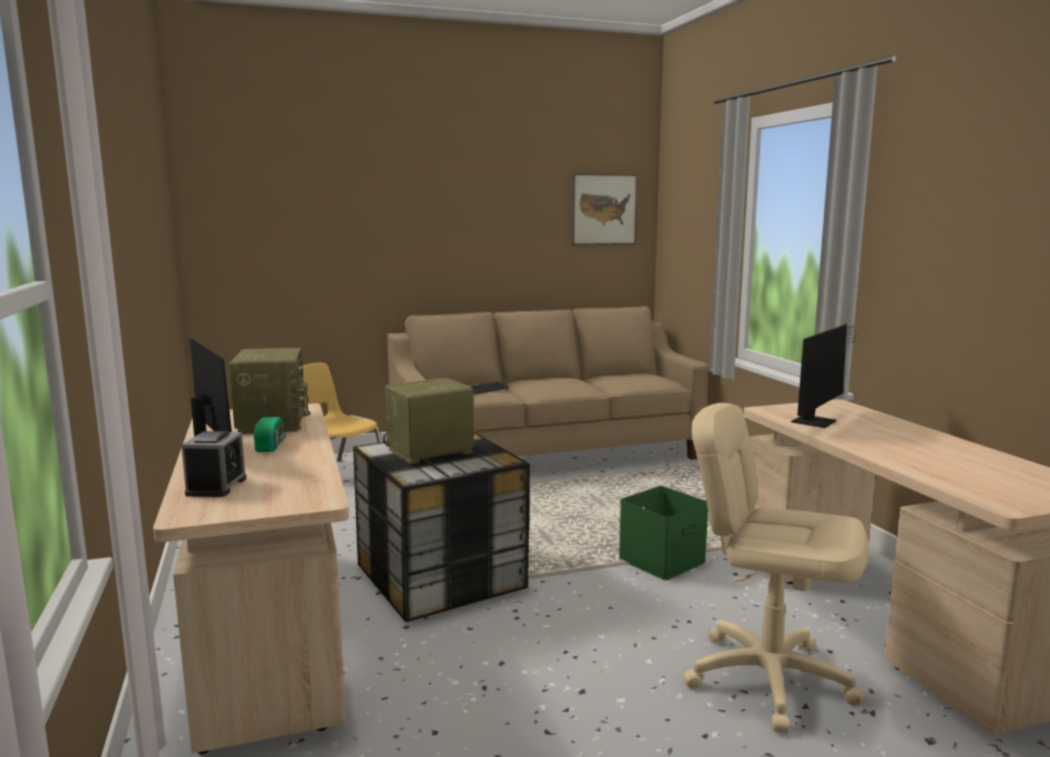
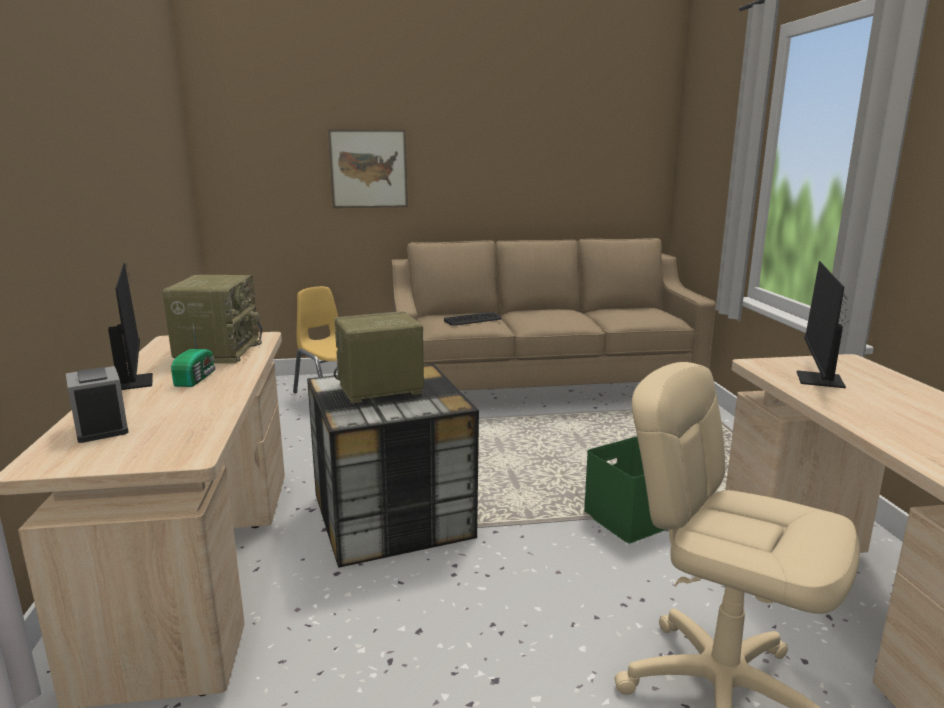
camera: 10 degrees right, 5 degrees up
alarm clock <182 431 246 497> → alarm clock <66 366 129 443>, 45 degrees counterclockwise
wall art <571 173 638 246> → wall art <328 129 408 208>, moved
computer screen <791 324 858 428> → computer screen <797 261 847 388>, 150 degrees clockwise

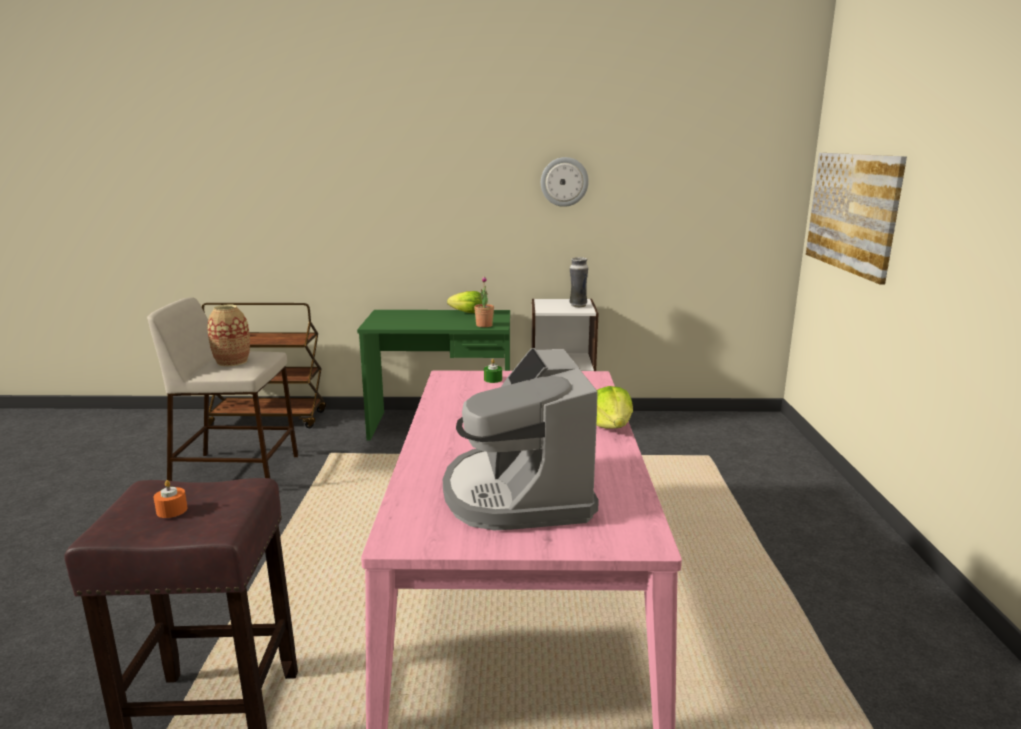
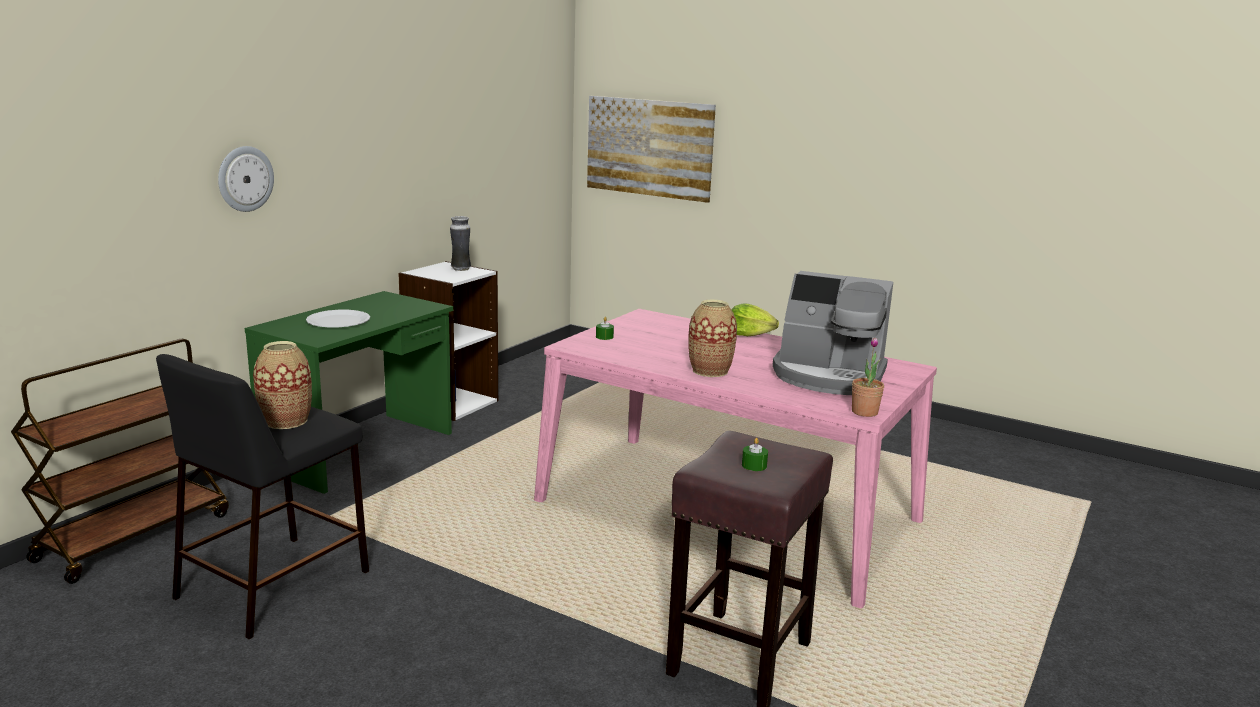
camera: 60 degrees left, 0 degrees up
beige stool <147 297 298 481> → blackish stool <156 354 369 639>
orange-coloured candle <154 480 188 518> → green candle <742 438 768 471>
head of lettuce <447 291 482 313> → -
plant in a pot <474 276 494 327> → plant in a pot <852 337 884 417>, moved
clock on the wall <541 157 589 207> → clock on the wall <218 146 274 212>, moved
- → white dinner plate <306 310 370 327>
- → vase <688 299 737 377>

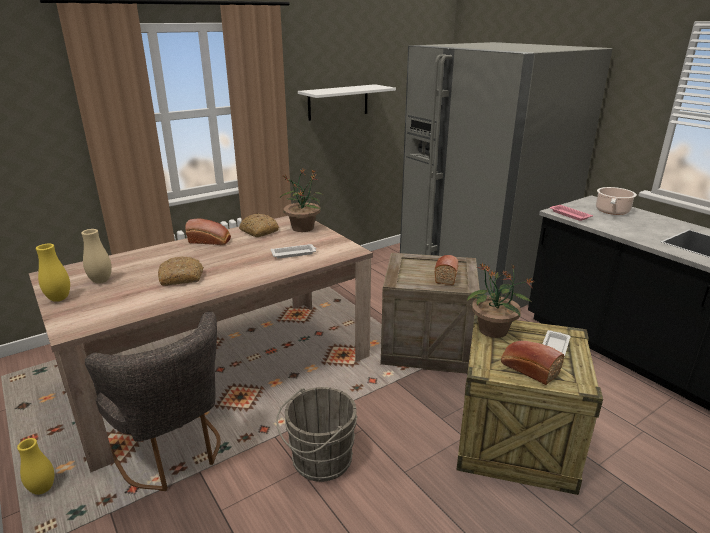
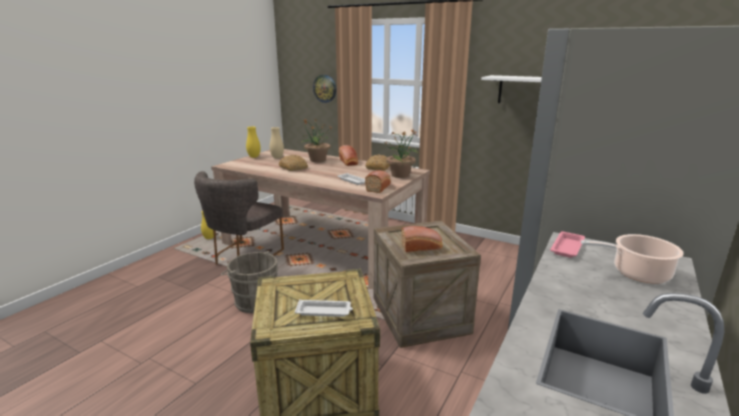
camera: 65 degrees right, 5 degrees down
plant in a pot <467 263 533 338> → plant in a pot <301 118 332 162>, moved
bakery bread <501 341 565 385> → bakery bread <365 170 391 193>, moved
- → clock on the wall <313 75 336 103>

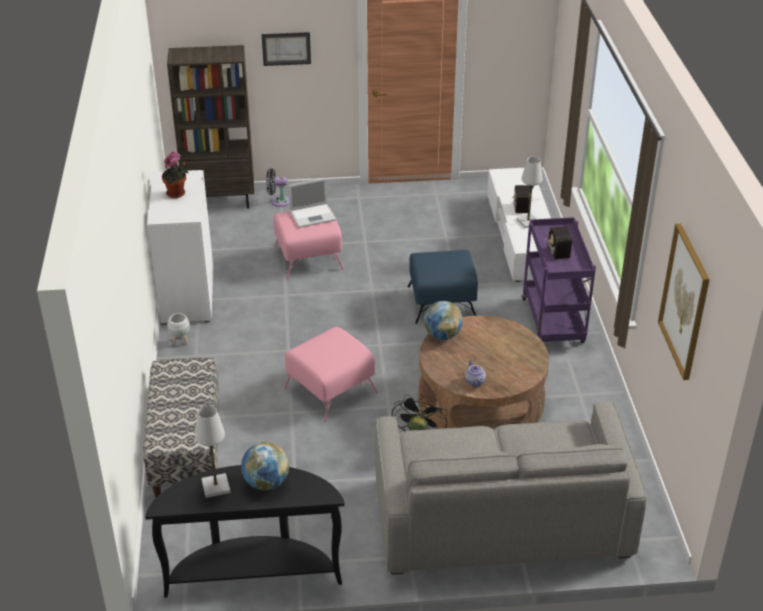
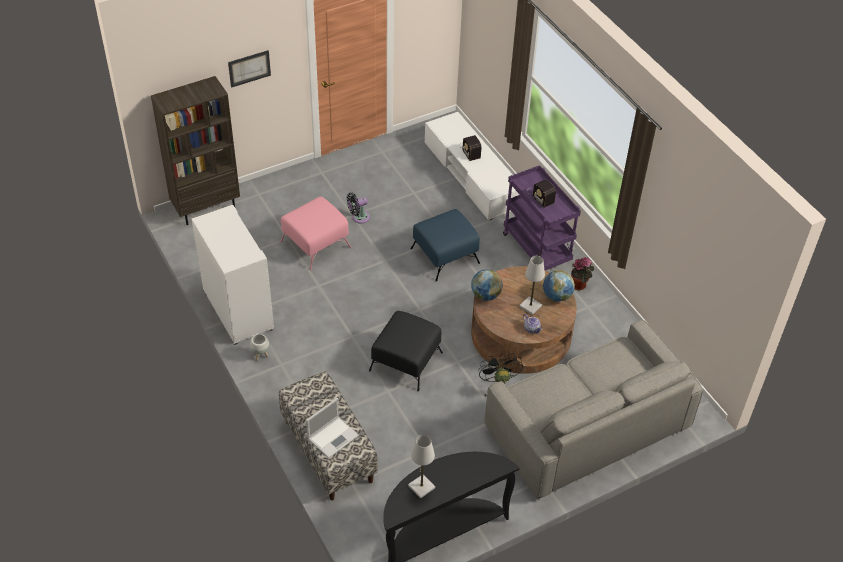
camera: 25 degrees left, 10 degrees up
plant in a pot <162 151 188 198> → plant in a pot <571 257 594 290>, moved
world globe <241 442 289 490> → world globe <543 270 575 302>, moved
blackish cooling fan <267 169 289 207> → blackish cooling fan <347 193 370 224>, moved
pink ottoman <284 327 378 423> → blackish ottoman <369 311 443 391>
laptop <288 178 336 228> → laptop <306 398 359 458>, moved
white tabletop lamp <516 157 542 228> → white tabletop lamp <519 256 545 315>, moved
wall art <658 224 710 380> → -

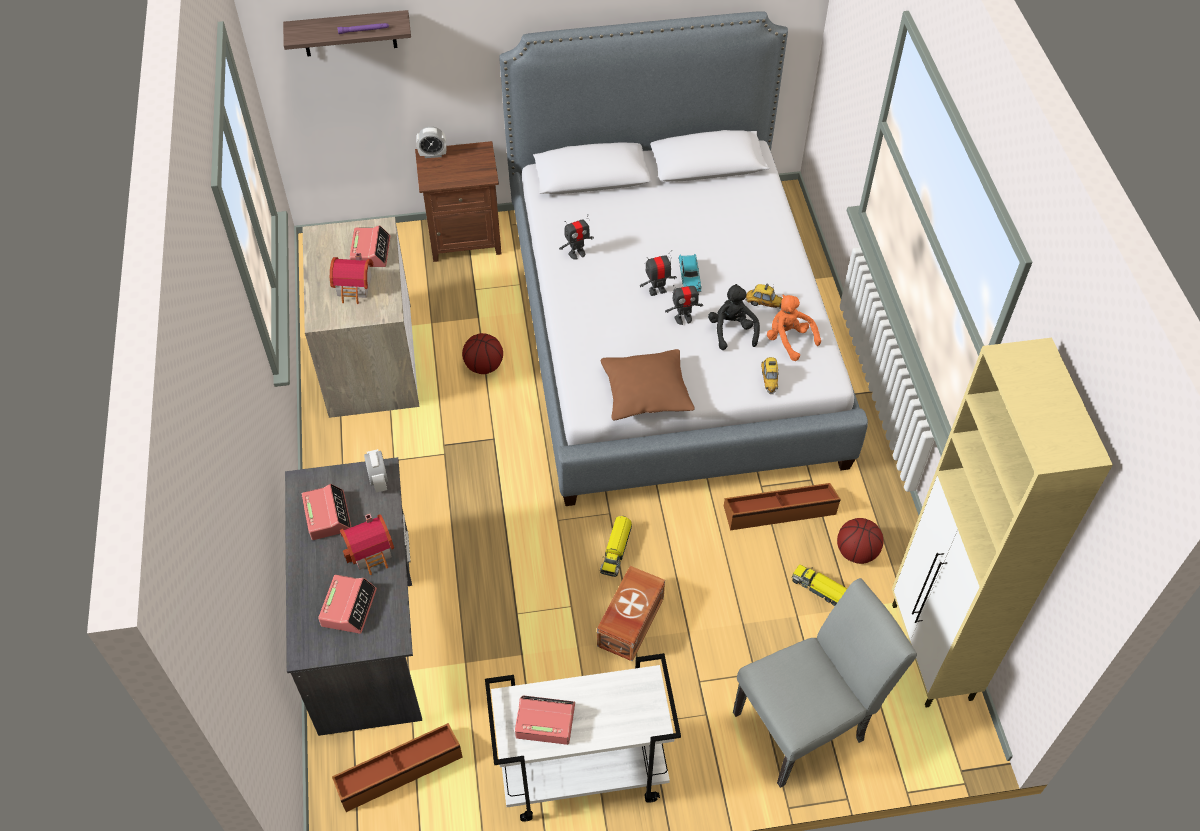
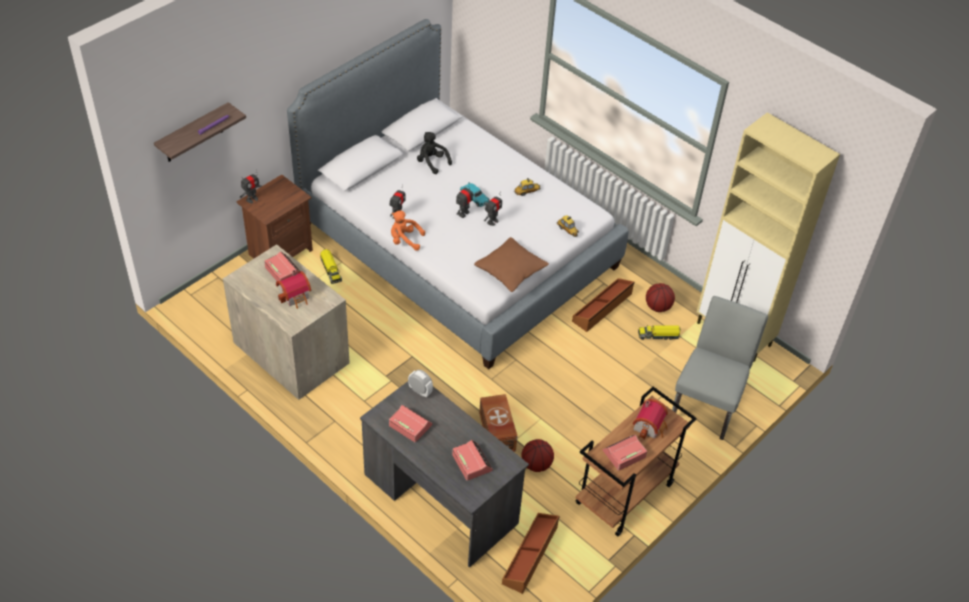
camera: 40 degrees left, 5 degrees down
toy house <340 514 394 575> → toy house <632 399 668 440>, moved
alarm clock <416 126 446 158> → toy robot <240 174 262 203>
basketball ball <462 333 503 374> → basketball ball <522 439 554 472>, moved
white trolley <485 653 681 822> → brownish trolley <575 387 697 536>
brownish storage box <597 566 665 662> → brownish storage box <479 394 517 452>, moved
model truck <600 516 632 577> → model truck <320 249 342 284>, moved
blackish soft toy <708 284 760 350> → blackish soft toy <417 132 452 174>, moved
orange-coloured soft toy <767 295 821 361> → orange-coloured soft toy <391 210 425 251>, moved

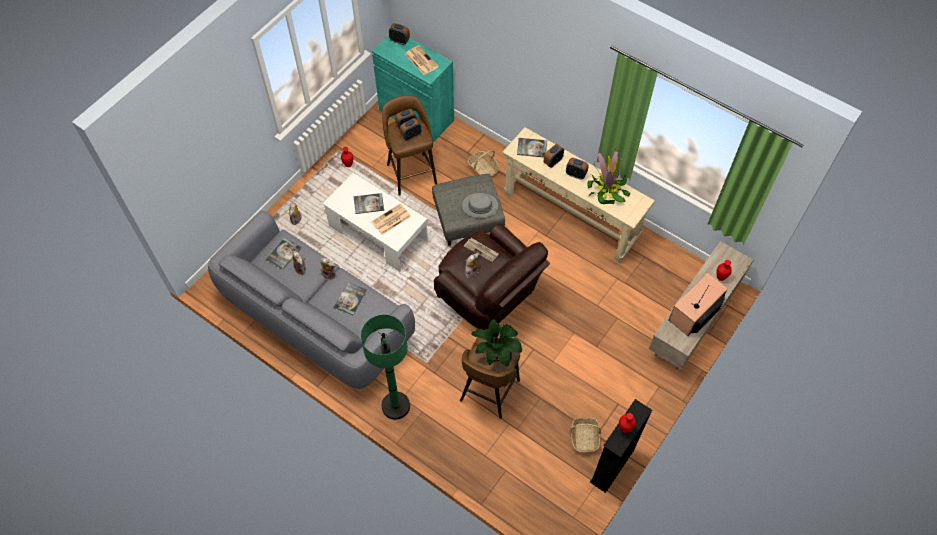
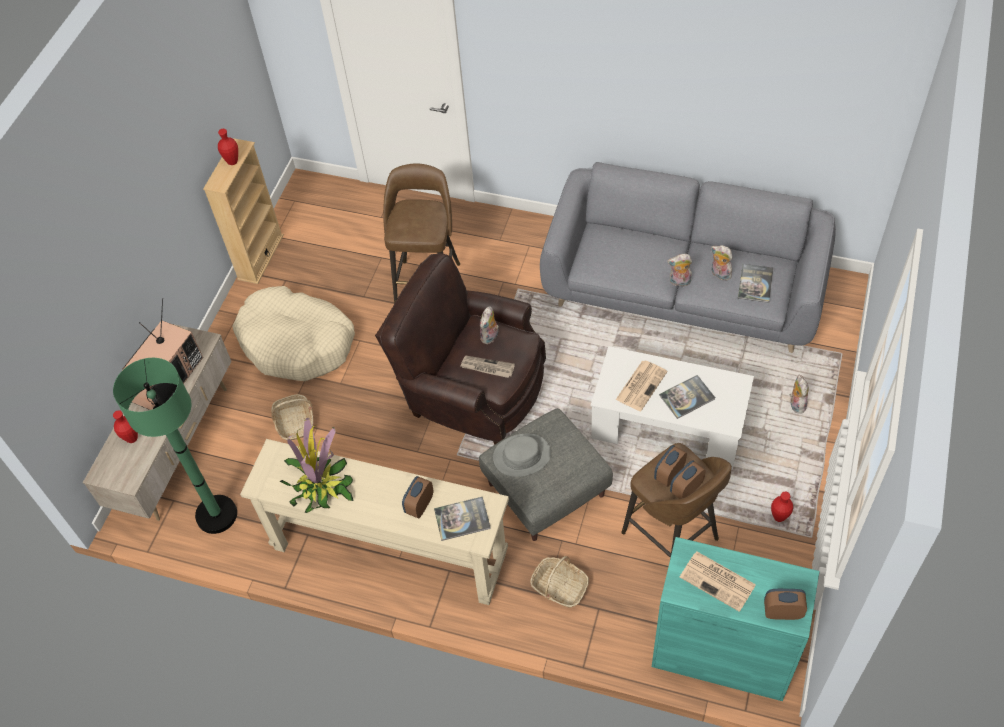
camera: 165 degrees right, 5 degrees down
volume <334 282 367 315> → -
green floor lamp <361 314 410 420> → green floor lamp <113 358 237 534>, moved
plant in a pot <471 320 522 367> → -
alarm clock <566 158 589 180> → -
household basket <570 417 601 452> → household basket <271 394 313 441>, moved
blackish bookshelf <590 399 652 493> → beige bookshelf <203 138 284 284>
- → beige dog bed <232 286 355 381>

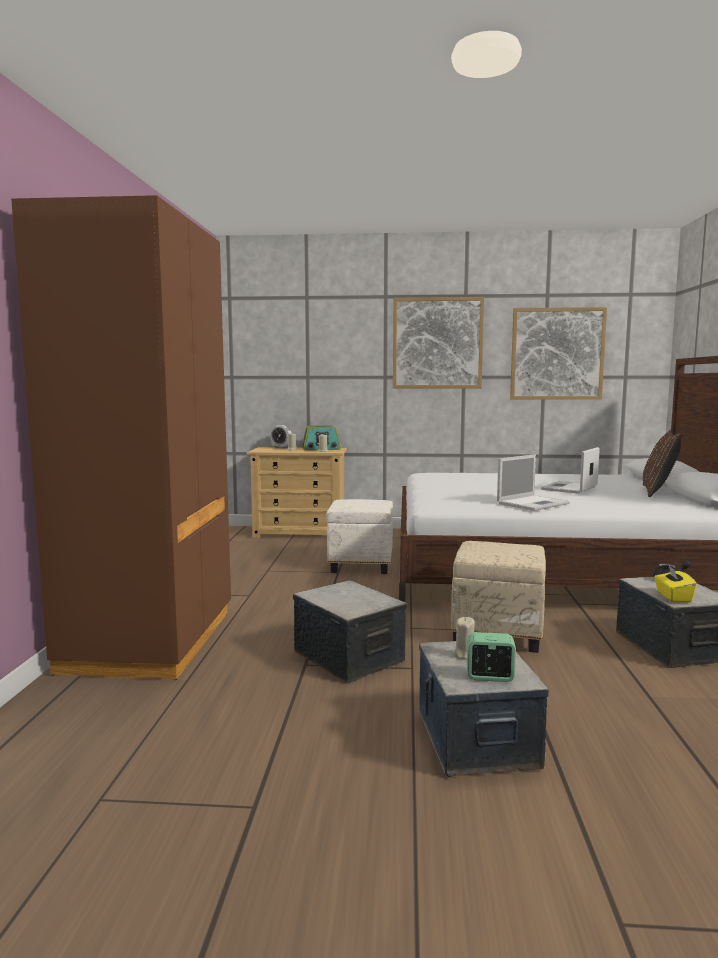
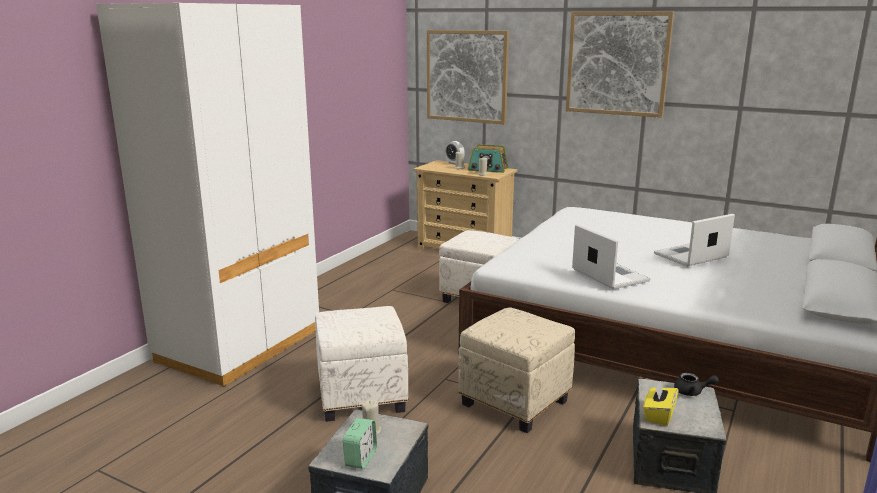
camera: 25 degrees right, 10 degrees up
brownish armoire <11 195 231 680> → white armoire <96 3 319 387>
storage box <293 581 407 683> → white ottoman <315 306 409 422>
alarm clock <467 632 516 682> → alarm clock <343 418 377 469>, 75 degrees clockwise
laptop <497 454 570 511> → laptop <572 224 650 289>, 105 degrees counterclockwise
wall art <510 307 607 400> → wall art <427 30 509 125>, moved
brownish pillow <643 429 682 497> → -

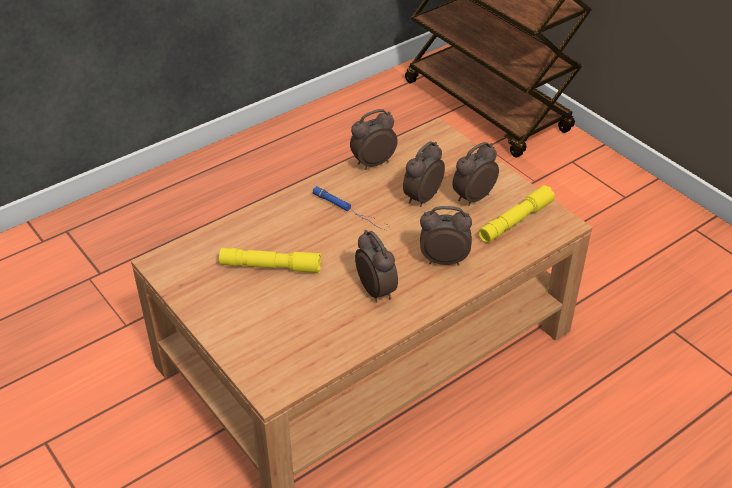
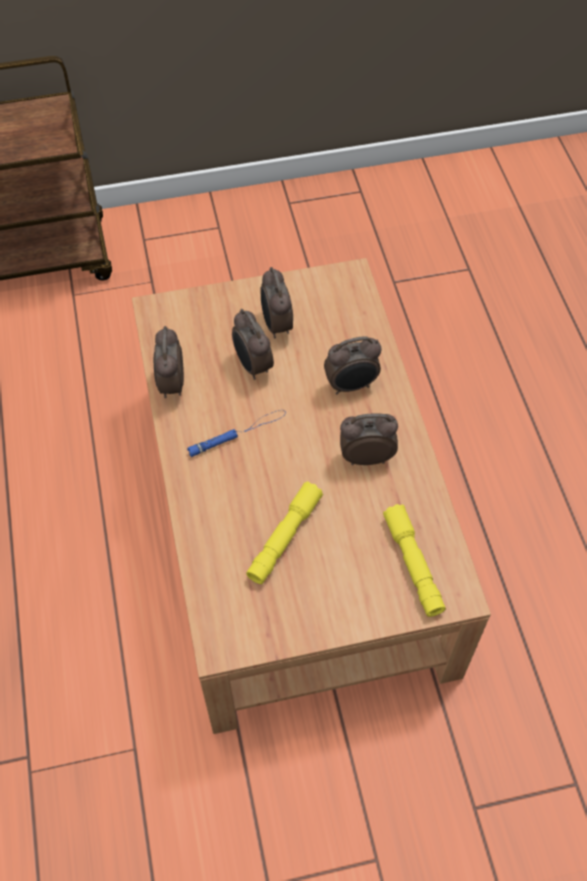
camera: 65 degrees left, 15 degrees up
alarm clock <420 206 472 266> → alarm clock <324 336 382 394>, 135 degrees counterclockwise
yellowish flashlight <478 185 555 243> → yellowish flashlight <383 504 446 617>, moved

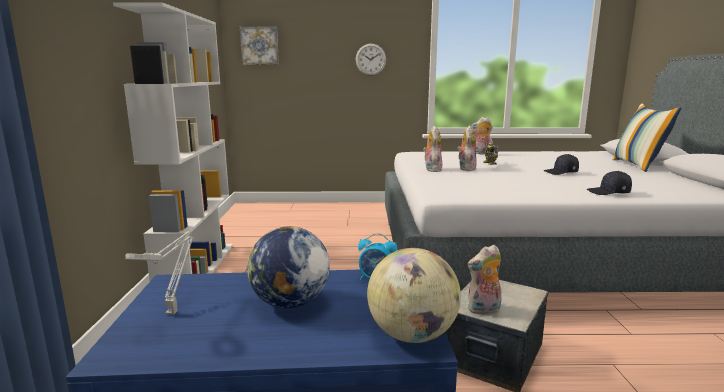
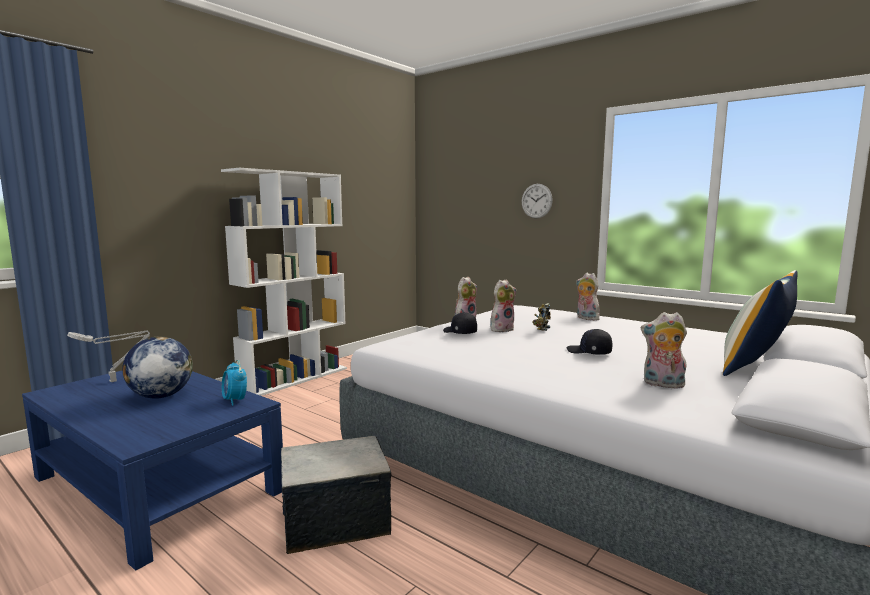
camera: 40 degrees right, 5 degrees down
wall art <240 26 279 65> → -
world globe <367 248 461 343> → -
soft toy <467 245 502 315> → soft toy <641 312 687 388>, moved
blackish cap <587 171 632 195> → blackish cap <443 312 477 334>, moved

